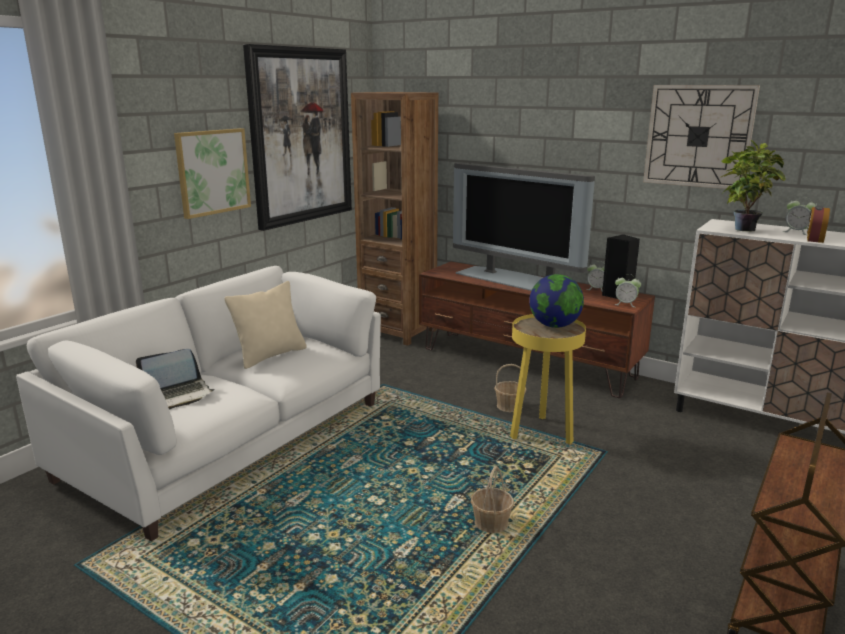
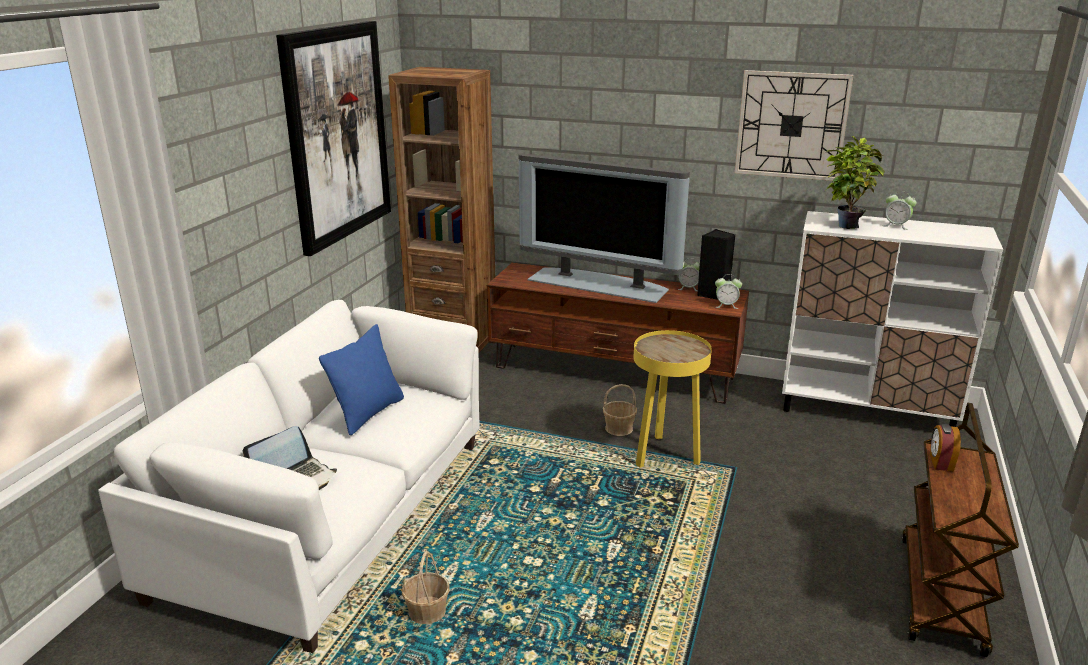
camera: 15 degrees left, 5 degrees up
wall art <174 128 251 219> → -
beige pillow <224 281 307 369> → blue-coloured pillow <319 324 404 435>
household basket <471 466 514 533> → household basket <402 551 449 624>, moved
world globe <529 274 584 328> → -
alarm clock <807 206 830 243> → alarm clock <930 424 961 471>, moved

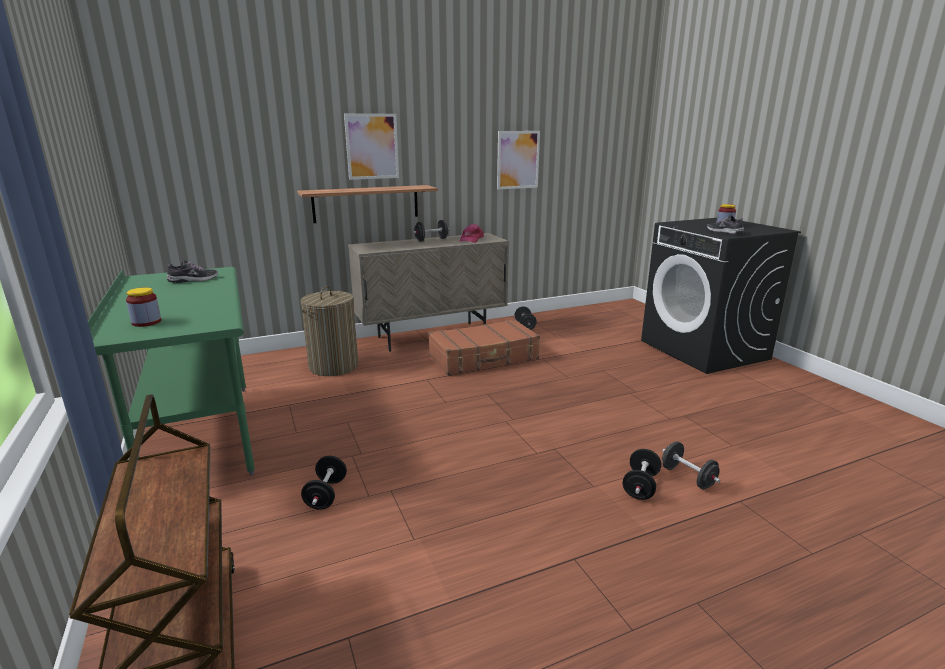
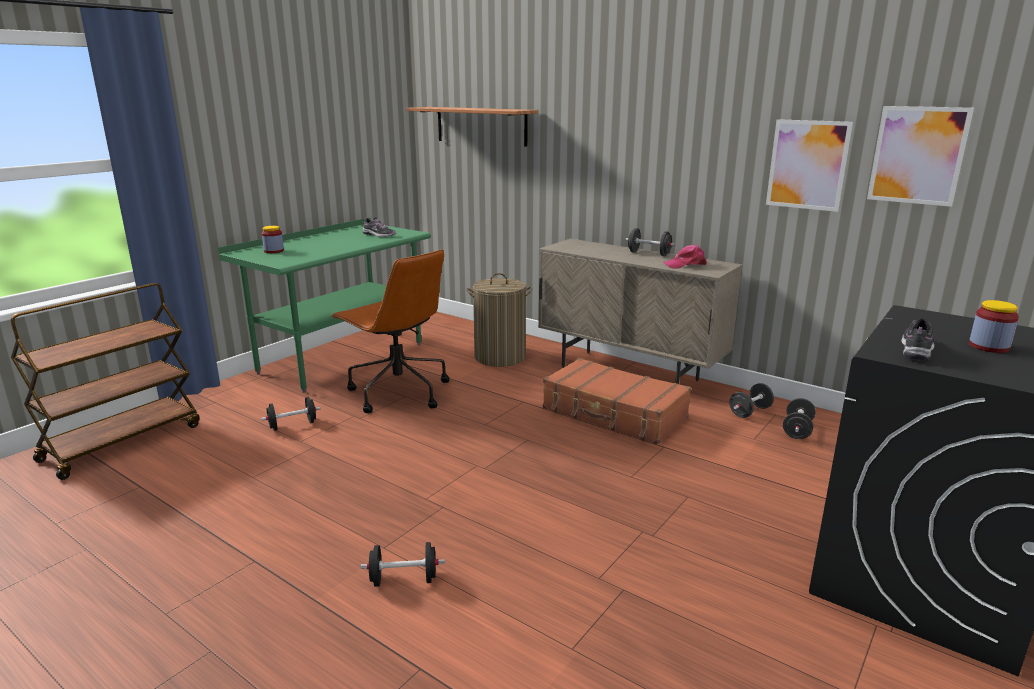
camera: 60 degrees right, 0 degrees up
wall shelf <297 185 438 223> → wall shelf <406 107 538 147>, moved
wall art <344 113 399 180> → wall art <867 106 974 207>, moved
blackish dumbbell <662 441 720 489> → blackish dumbbell <783 398 816 439>, moved
- → brownish desk chair <331 249 450 413>

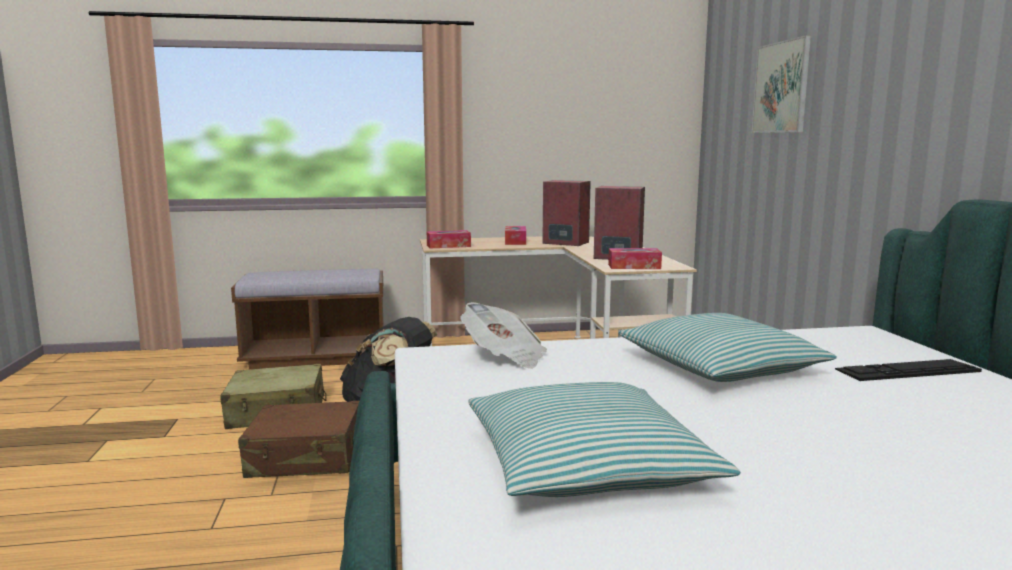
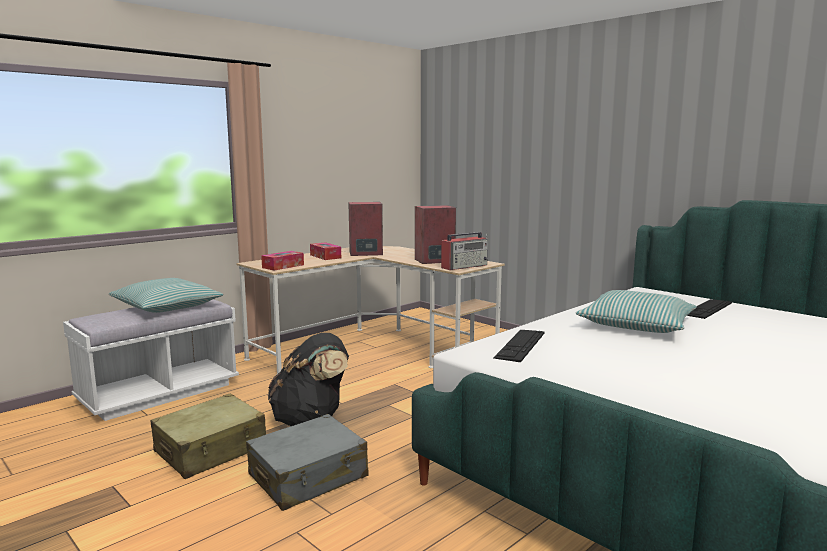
camera: 35 degrees left, 0 degrees up
brownish long seat <231 269 384 369> → white long seat <63 299 239 421>
brownish suitcase <238 401 359 478> → grey suitcase <246 414 368 511>
printed paper <460 302 547 369> → computer keyboard <493 330 545 362>
pillow <468 382 740 497> → pillow <109 278 223 313>, moved
tissue box <608 248 662 269> → radio set <441 231 488 270>
wall art <752 35 811 133> → -

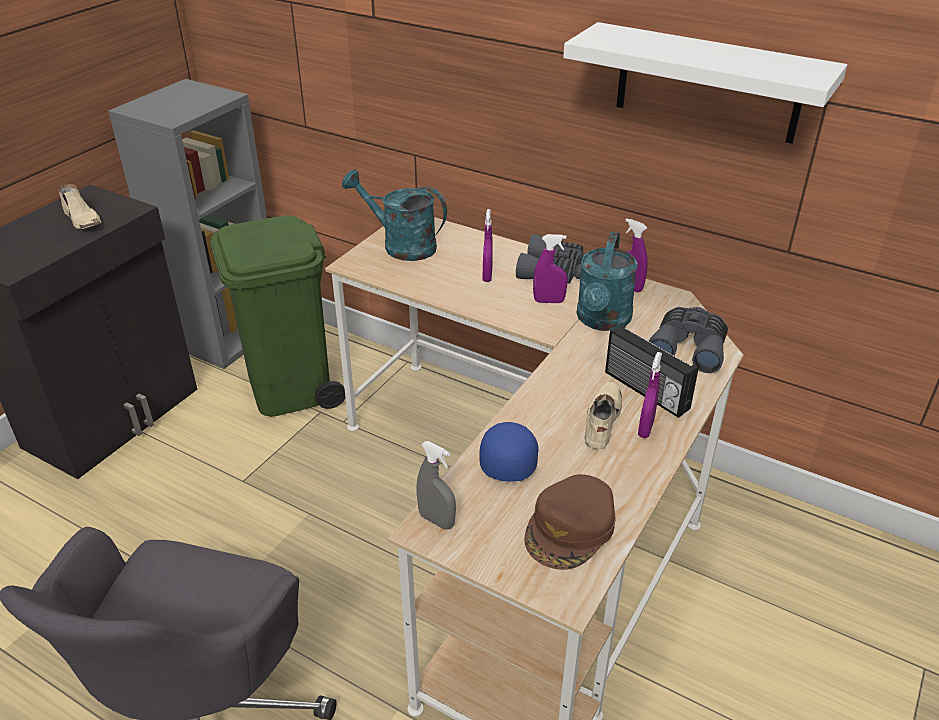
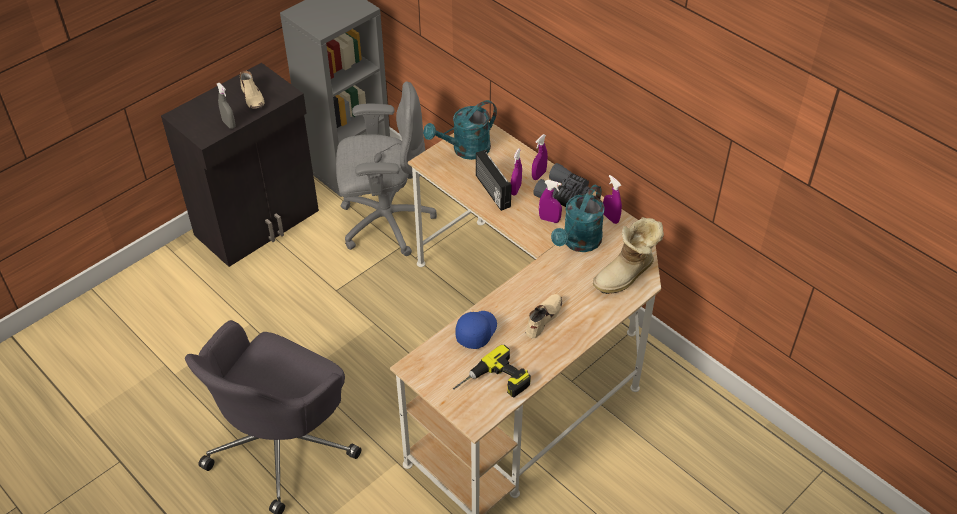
camera: 15 degrees right, 10 degrees up
green rubbish bin <210 215 345 417> → grey desk chair <336 81 437 256>
blue-green watering can <342 169 447 261> → blue-green watering can <423 100 497 160>, 75 degrees counterclockwise
grey hand sprayer <417 441 456 530> → grey hand sprayer <217 83 235 129>, moved
brownish cap <524 474 616 570> → electric drill <453 345 531 398>
white wall shelf <563 22 847 144> → -
radio set <605 324 698 418> → radio set <476 150 512 211>, moved
purple-coloured hand sprayer <638 352 662 438> → purple-coloured hand sprayer <532 134 548 180>, moved
grey binoculars <649 307 728 373> → boot <593 217 664 294>

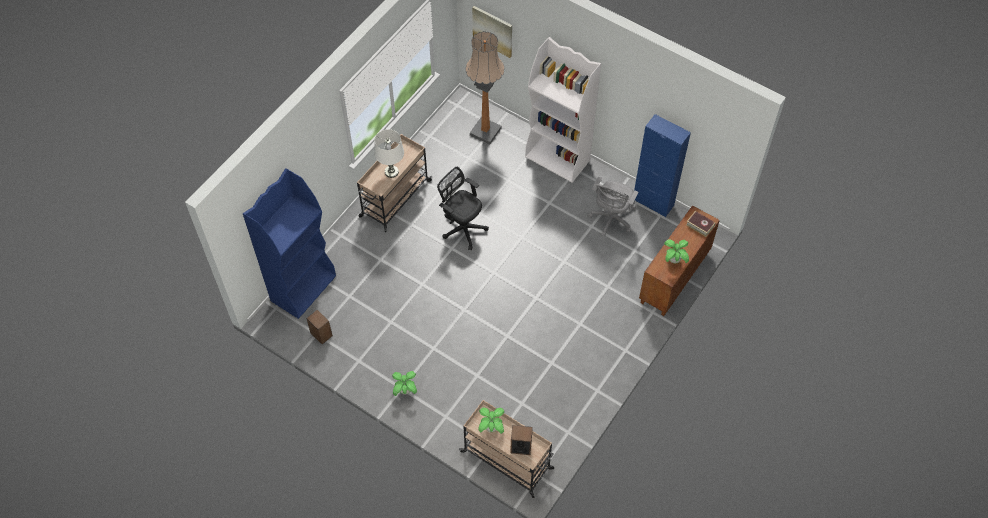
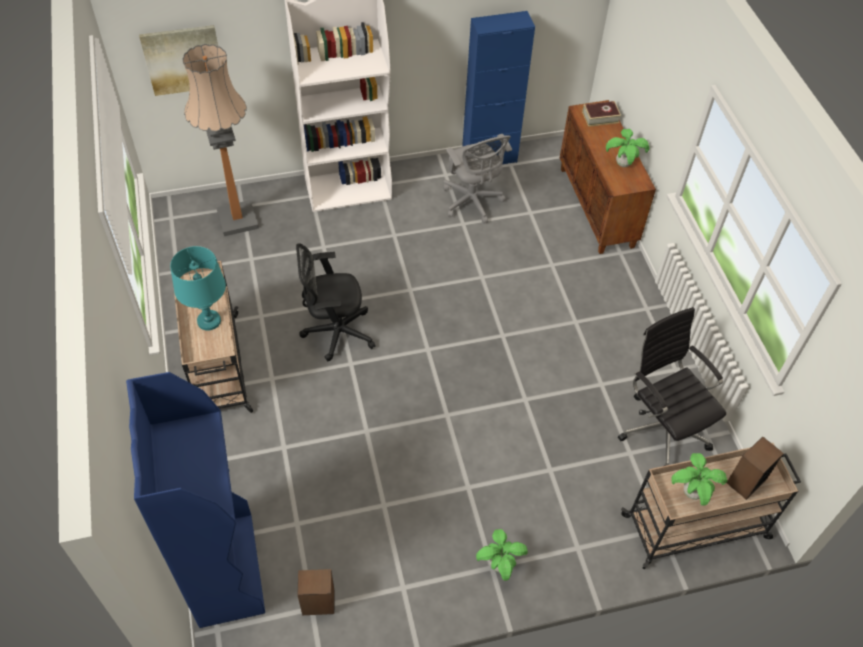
camera: 50 degrees left, 5 degrees down
white tabletop lamp <374 129 404 178> → blue-green tabletop lamp <170 246 226 331>
- → blackish desk chair <618 307 726 466>

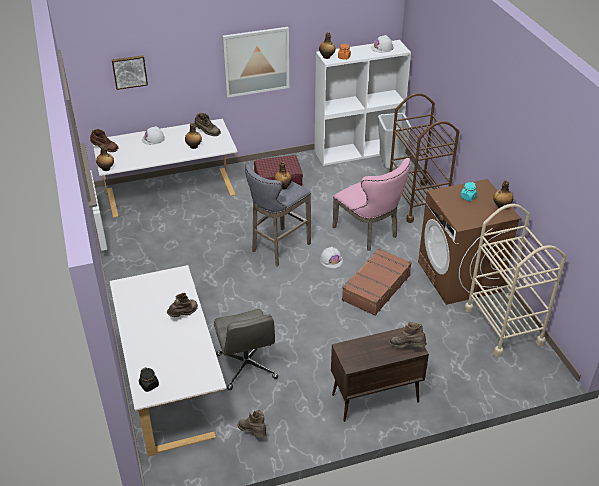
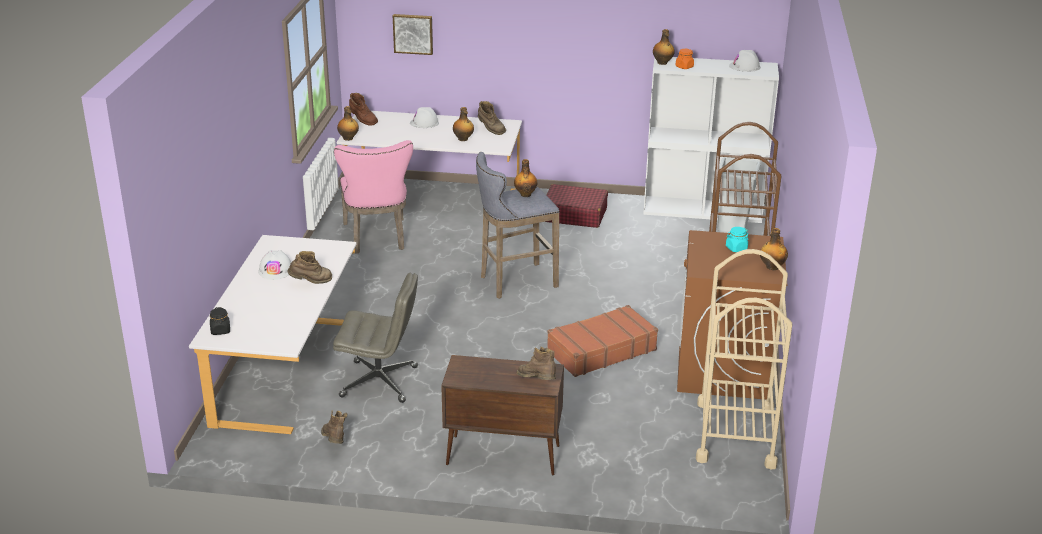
camera: 25 degrees right, 10 degrees down
grey desk chair <214 309 278 390> → grey desk chair <333 273 418 403>, 90 degrees counterclockwise
wall art <222 27 289 98> → -
white safety helmet <320 247 343 268> → white safety helmet <258 250 291 280>, moved
pink upright chair <332 158 411 251> → pink upright chair <334 140 413 254>, moved

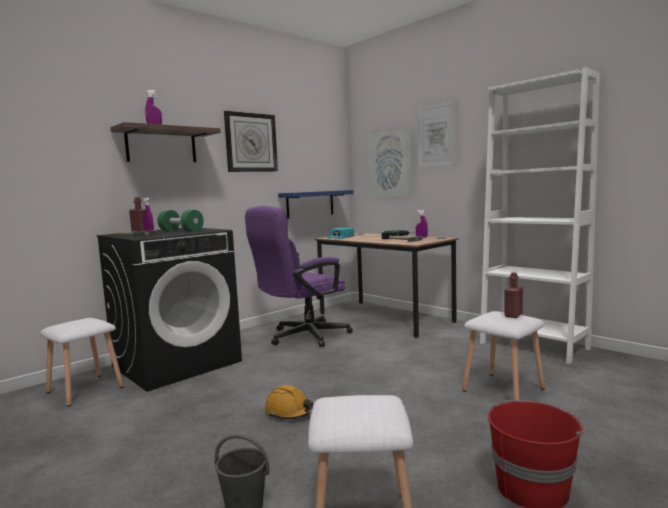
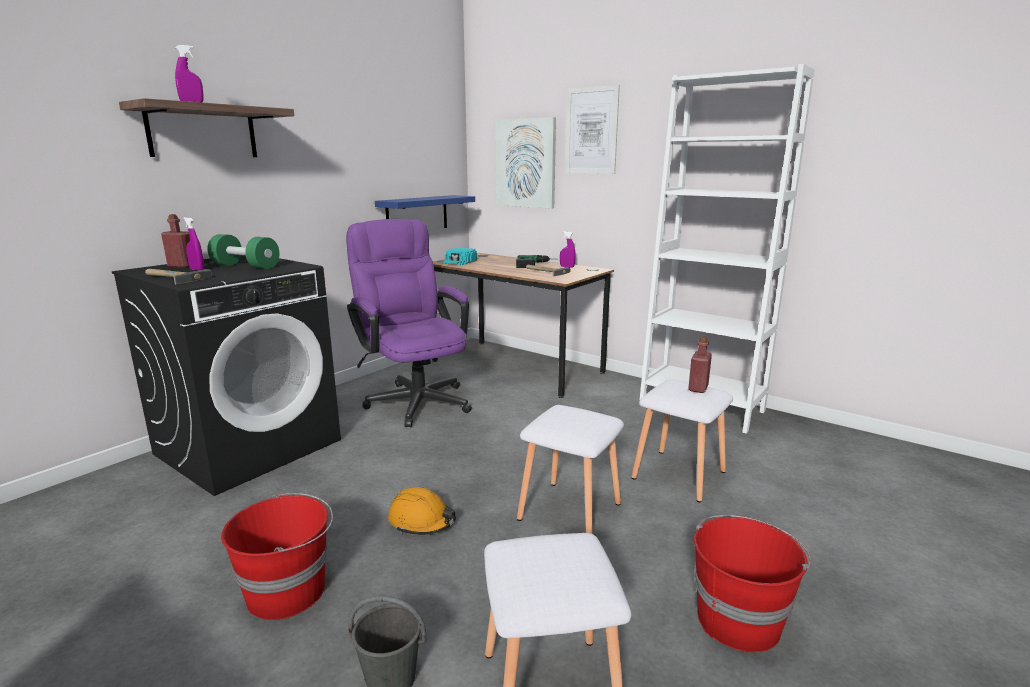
camera: 10 degrees left, 10 degrees up
white stool <40 318 124 406> → white stool <517 405 624 534>, moved
clock on the wall <224 111 278 172> → -
purple-coloured desk chair <245 206 353 347> → purple-coloured desk chair <346 219 472 428>, 105 degrees clockwise
- → red water bucket <221 493 333 620>

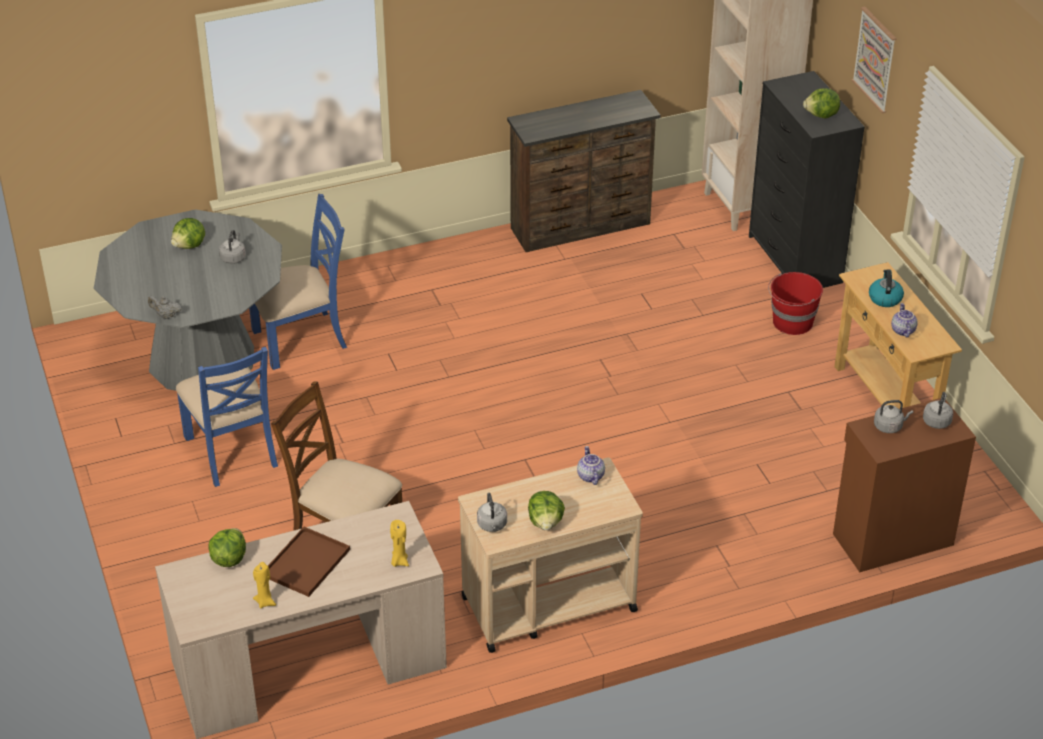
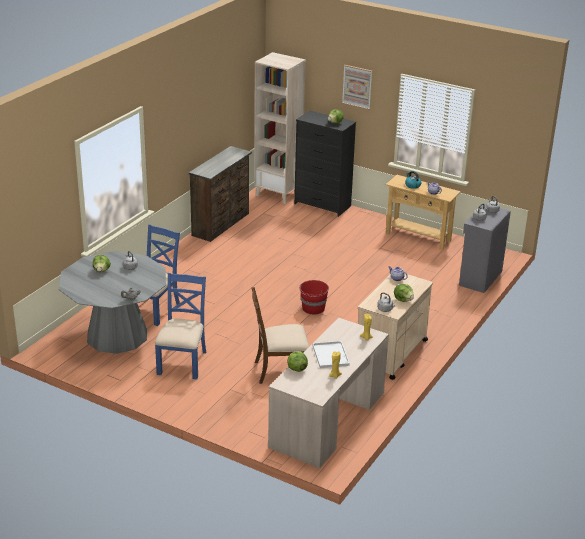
camera: 40 degrees left, 10 degrees down
blue-coloured upright chair <176 346 278 487> → blue-coloured upright chair <155 273 206 379>, 105 degrees counterclockwise
brownish serving tray <268 527 350 597> → white serving tray <312 341 350 368>
red water bucket <768 272 823 335> → red water bucket <299 280 329 315>, moved
brownish storage cabinet <833 398 976 572> → grey storage cabinet <459 204 511 293>

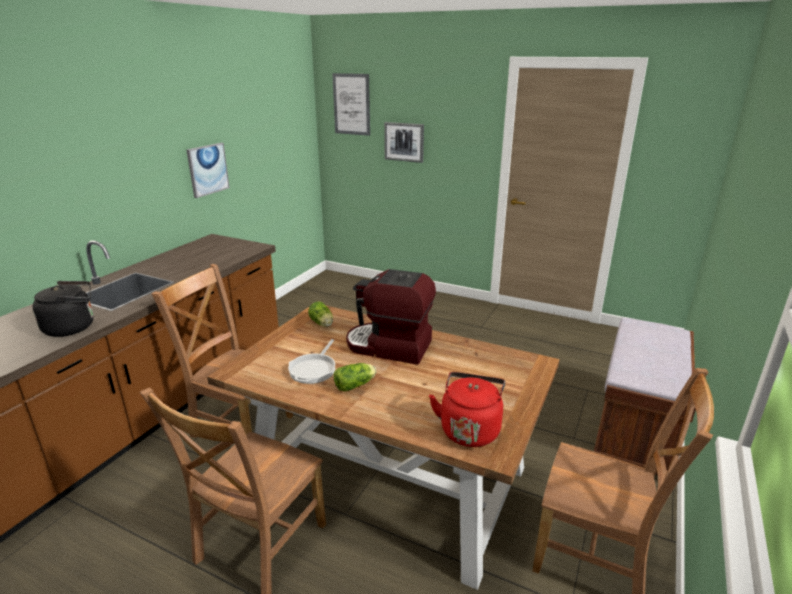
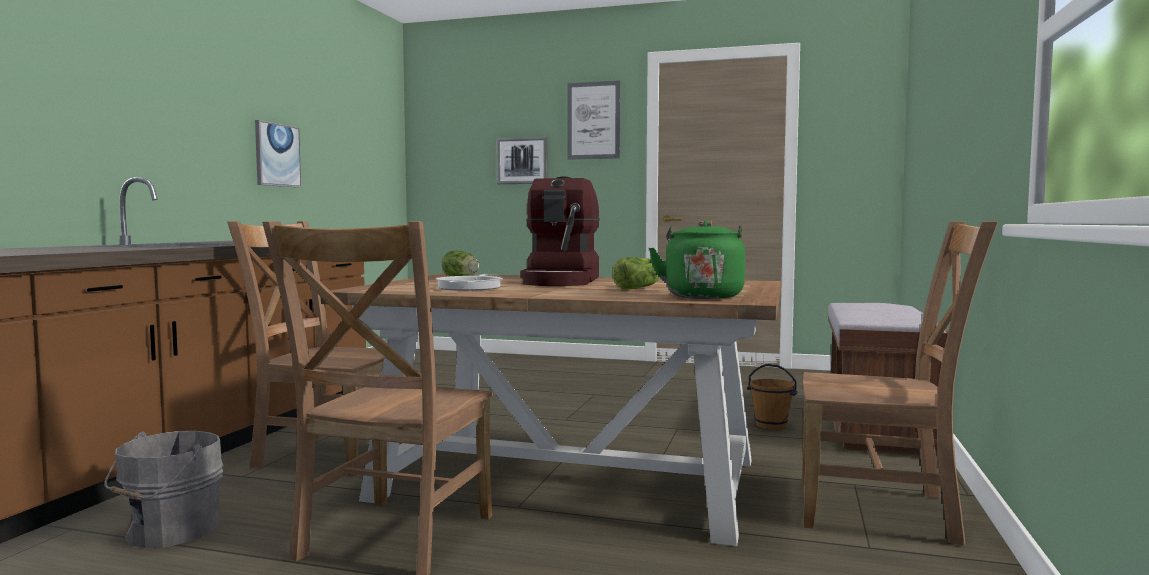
camera: 10 degrees left, 20 degrees down
blackish tea kettle <33 281 93 337> → -
wall art <332 73 370 136> → wall art <567 81 620 160>, moved
head of lettuce <334 363 376 391> → head of lettuce <612 257 661 289>, moved
coffee maker <346 269 436 365> → coffee maker <520 177 600 286>, 90 degrees counterclockwise
red tea kettle <429 372 505 447> → green tea kettle <648 220 745 299>
- → grey water bucket <105 431 224 548>
- → brownish water bucket <747 364 798 430>

